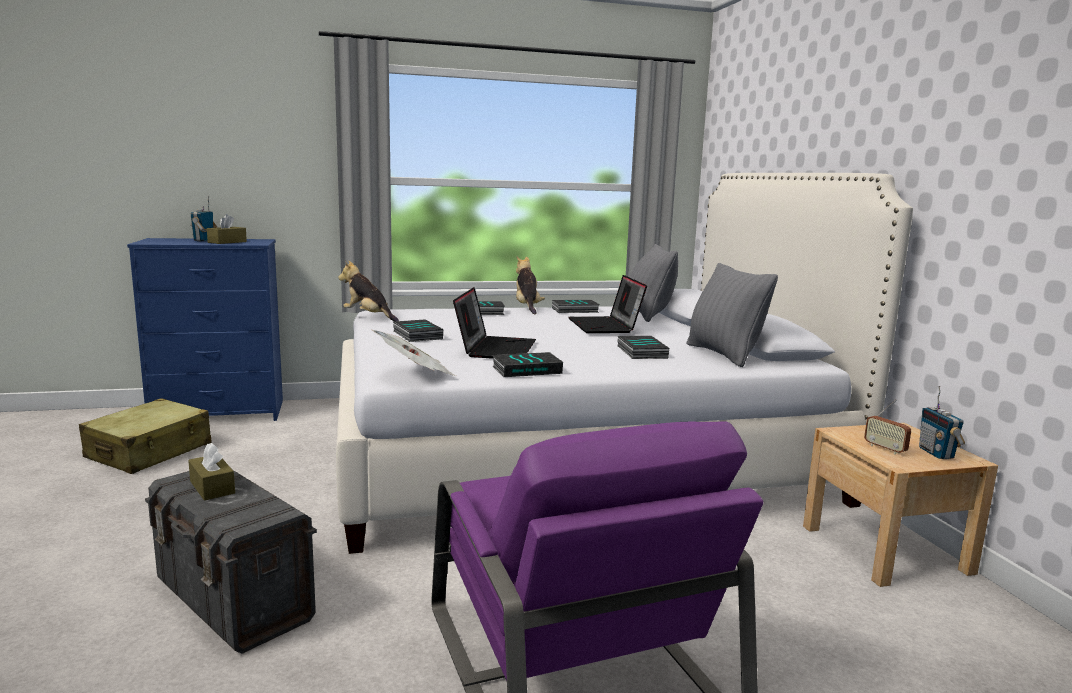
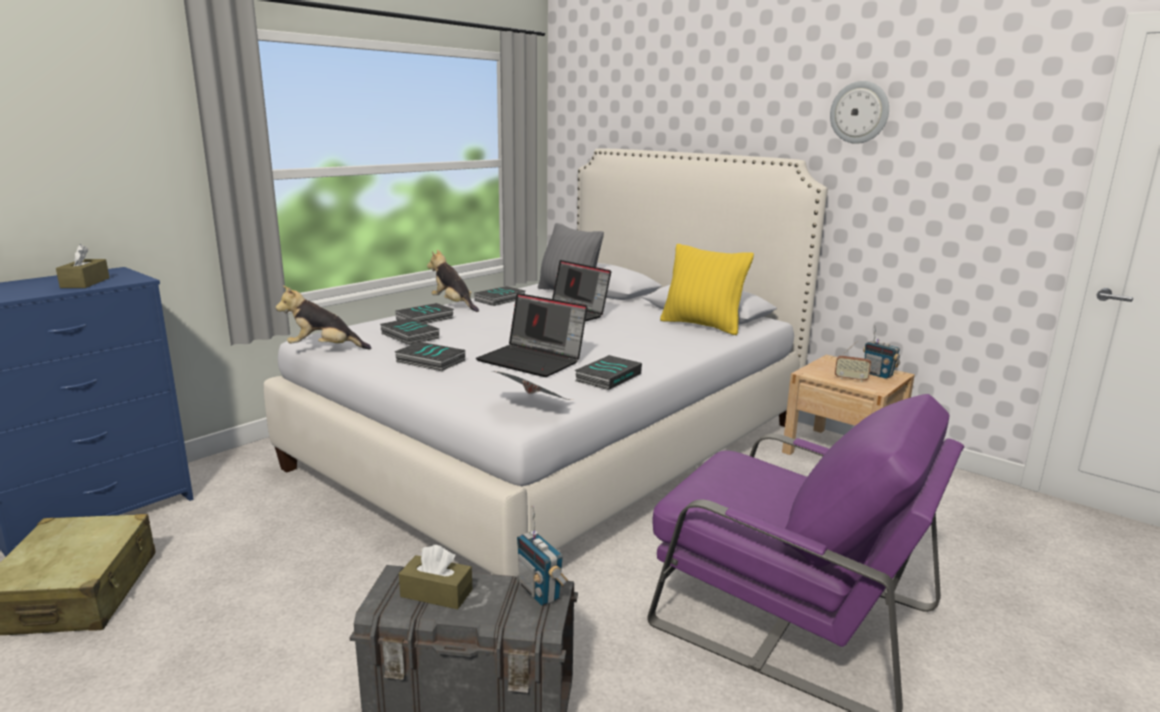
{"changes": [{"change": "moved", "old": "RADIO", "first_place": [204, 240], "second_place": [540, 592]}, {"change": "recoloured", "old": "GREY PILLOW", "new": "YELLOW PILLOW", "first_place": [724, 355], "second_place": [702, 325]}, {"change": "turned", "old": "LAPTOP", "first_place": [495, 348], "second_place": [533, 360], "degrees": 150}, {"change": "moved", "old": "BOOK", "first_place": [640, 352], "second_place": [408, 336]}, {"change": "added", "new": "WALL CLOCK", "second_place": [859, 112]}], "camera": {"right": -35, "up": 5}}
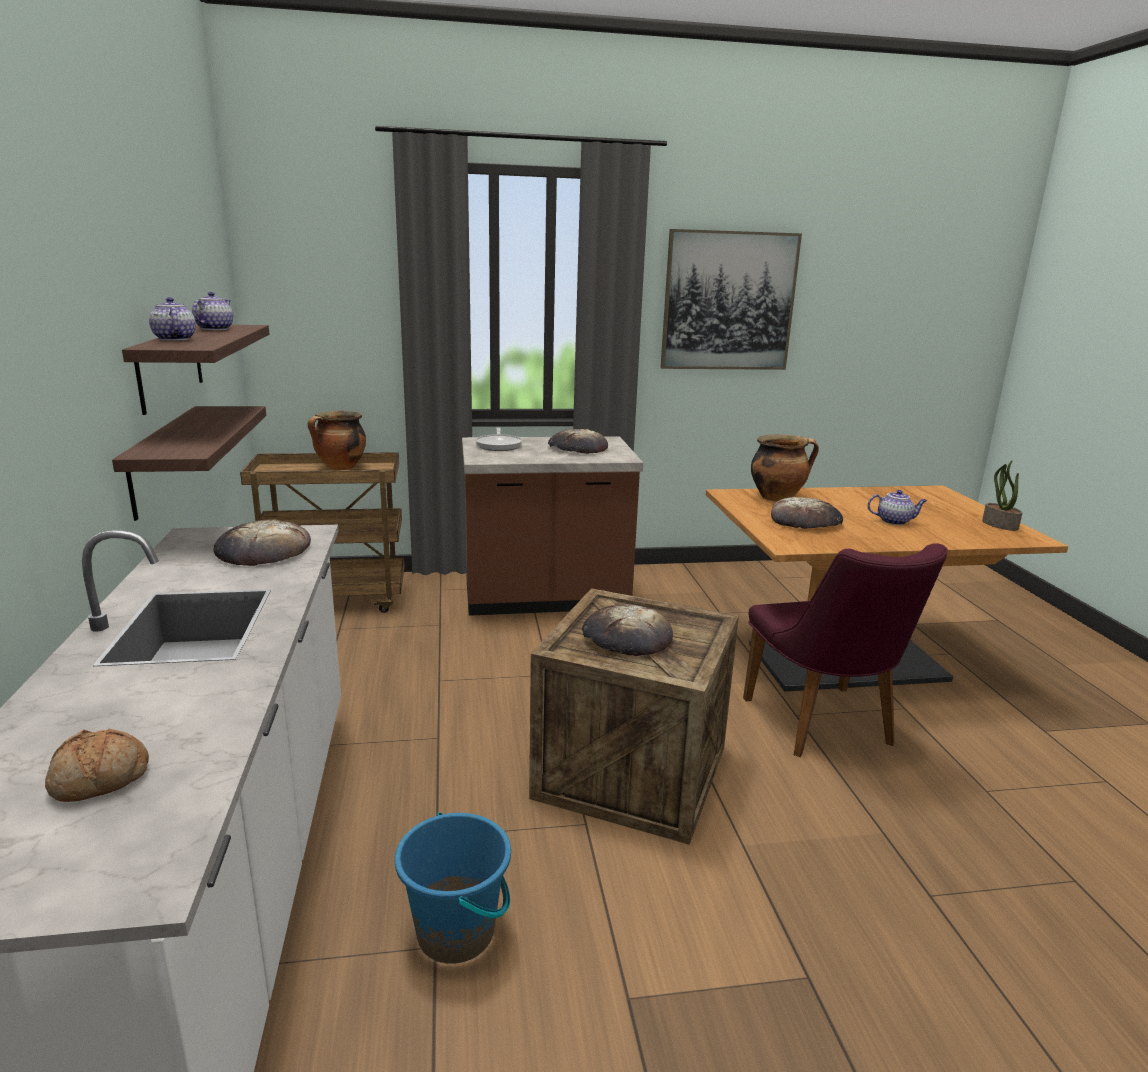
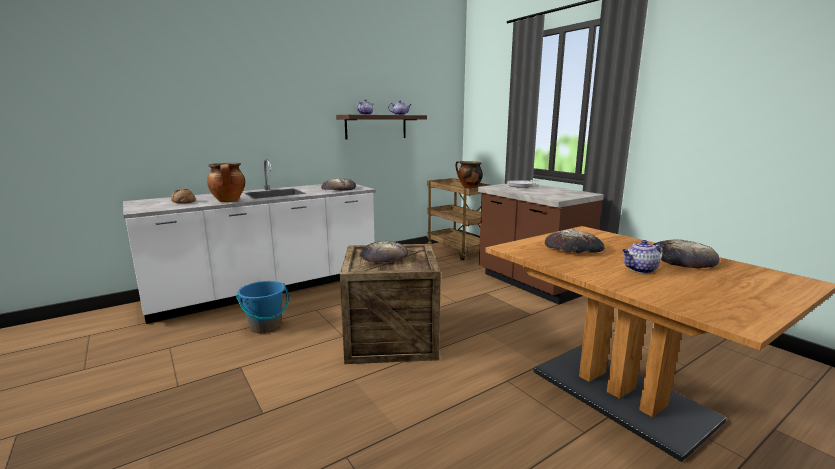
{"changes": [{"change": "removed", "old": "PICTURE", "first_place": [728, 301]}, {"change": "removed", "old": "SHELF", "first_place": [163, 460]}, {"change": "moved", "old": "BREAD", "first_place": [577, 448], "second_place": [681, 259]}, {"change": "moved", "old": "COOKING POT", "first_place": [778, 497], "second_place": [229, 201]}, {"change": "removed", "old": "POTTED PLANT", "first_place": [999, 525]}, {"change": "turned", "old": "TEAPOT", "first_place": [894, 521], "second_place": [640, 270], "degrees": 90}, {"change": "removed", "old": "PURPLE CHAIR", "first_place": [825, 728]}], "camera": {"right": 65, "up": -5}}
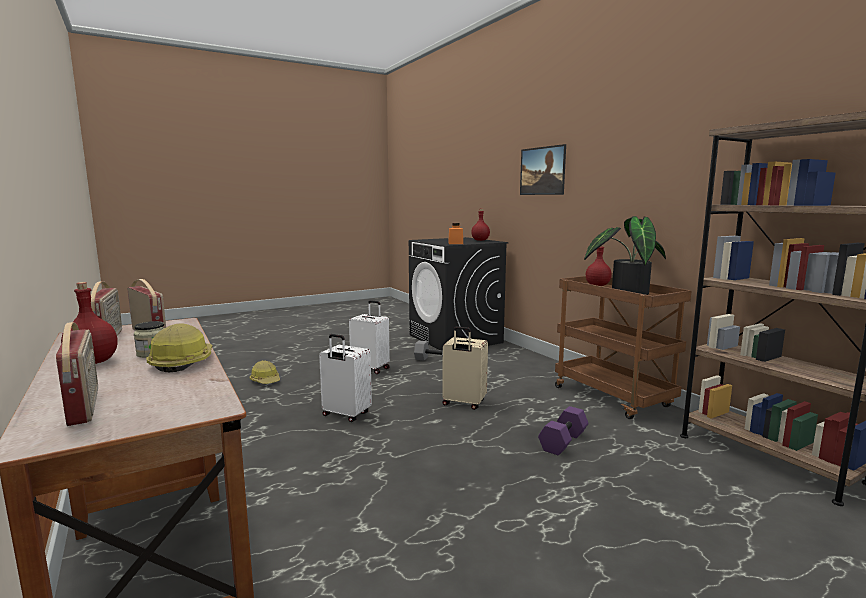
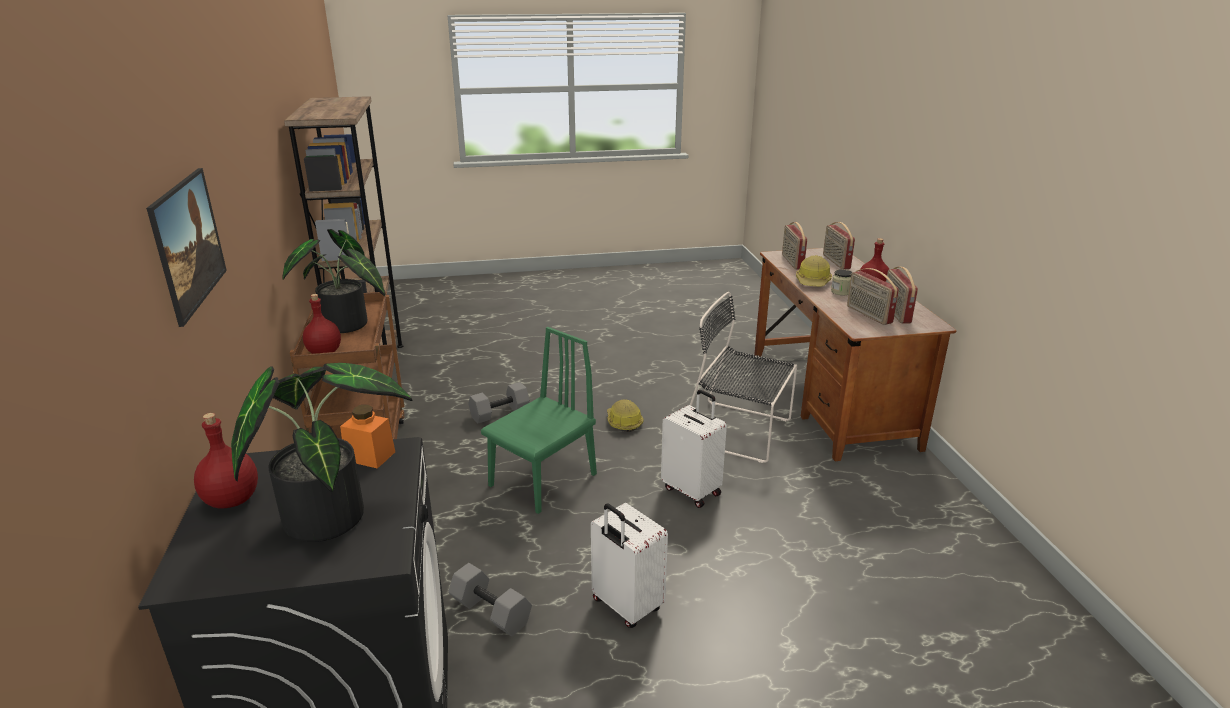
{"changes": [{"change": "replaced", "old": "BEIGE SUITCASE", "new": "GREEN CHAIR", "first_place": [463, 403], "second_place": [543, 480]}, {"change": "moved", "old": "HARD HAT", "first_place": [266, 380], "second_place": [623, 422]}, {"change": "recoloured", "old": "PURPLE DUMBBELL", "new": "GREY DUMBBELL", "first_place": [564, 442], "second_place": [500, 412]}, {"change": "added", "new": "RADIO", "second_place": [792, 262]}, {"change": "added", "new": "BLACK CHAIR", "second_place": [739, 432]}, {"change": "added", "new": "POTTED PLANT", "second_place": [328, 512]}], "camera": {"right": -160, "up": 15}}
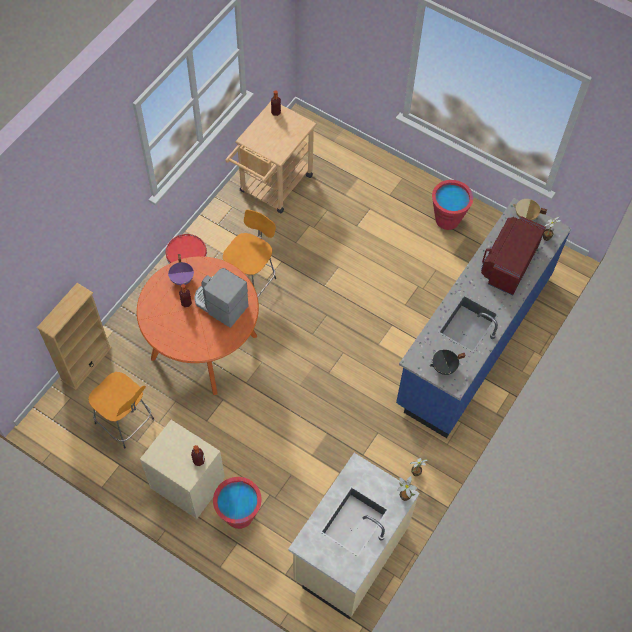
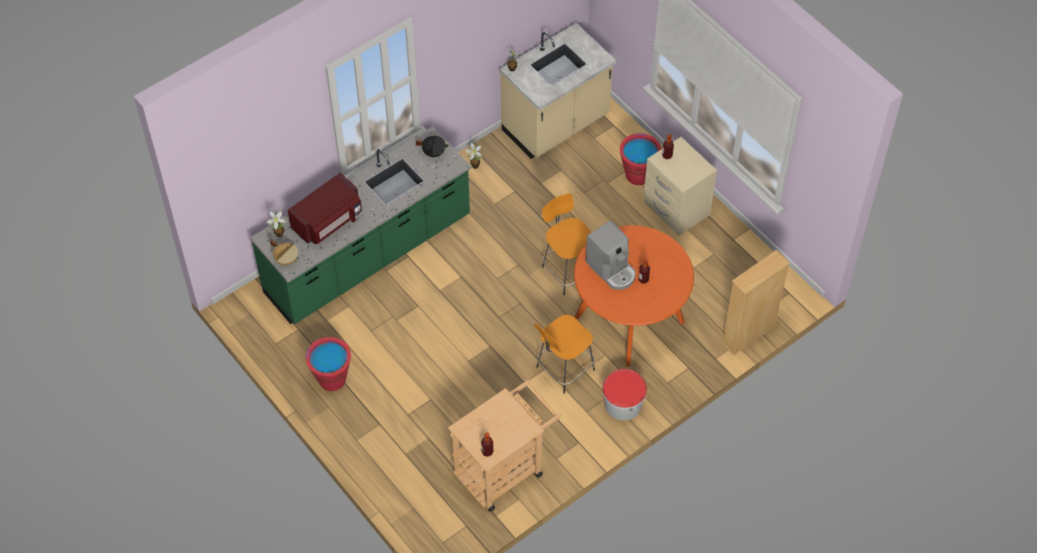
{"changes": [{"change": "recoloured", "old": "BLUE COUNTER", "new": "GREEN COUNTER", "first_place": [473, 339], "second_place": [368, 256]}, {"change": "removed", "old": "PURPLE COOKING POT", "first_place": [182, 279]}, {"change": "moved", "old": "ORANGE STOOL", "first_place": [126, 422], "second_place": [568, 270]}], "camera": {"right": -160, "up": -5}}
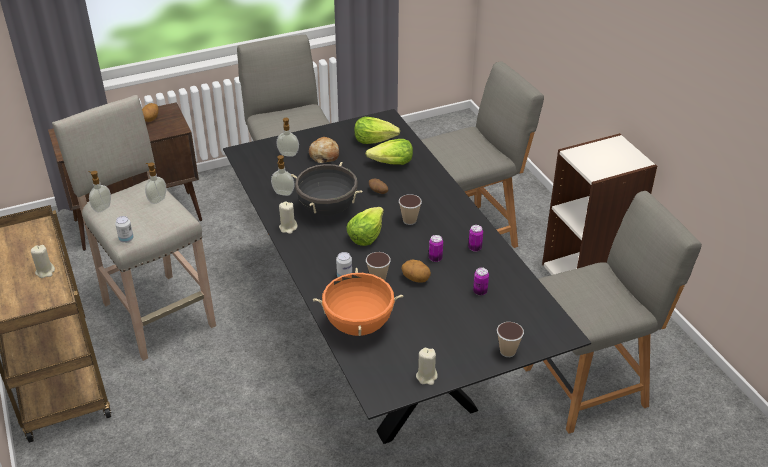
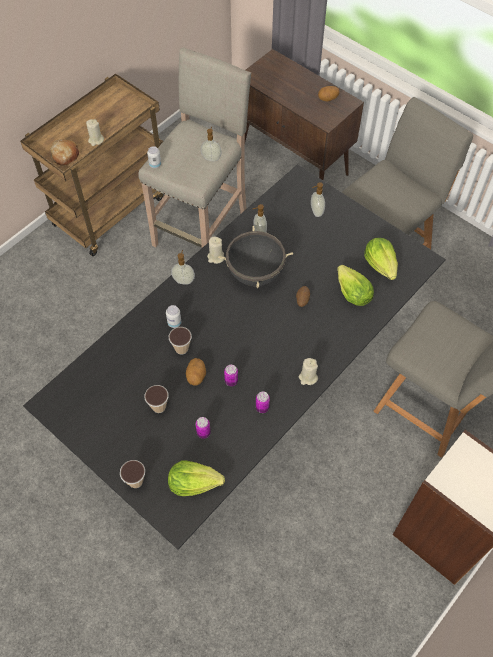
{"changes": [{"change": "moved", "old": "BREAD", "first_place": [324, 155], "second_place": [65, 155]}, {"change": "moved", "old": "SOAP DISPENSER", "first_place": [102, 208], "second_place": [184, 280]}, {"change": "removed", "old": "GREY CHAIR", "first_place": [589, 385]}, {"change": "moved", "old": "CUP", "first_place": [409, 220], "second_place": [159, 406]}, {"change": "moved", "old": "LETTUCE", "first_place": [366, 235], "second_place": [194, 482]}, {"change": "removed", "old": "ORANGE COOKING POT", "first_place": [358, 325]}, {"change": "moved", "old": "BEIGE CANDLE", "first_place": [426, 376], "second_place": [308, 377]}], "camera": {"right": 65, "up": 20}}
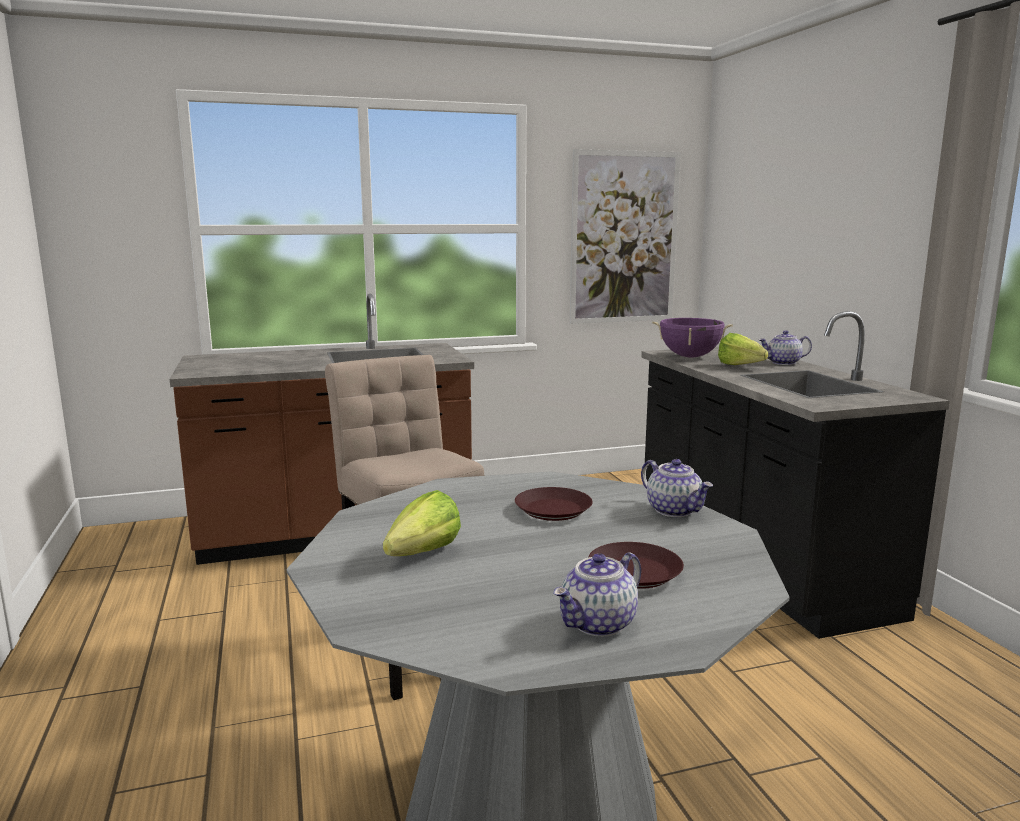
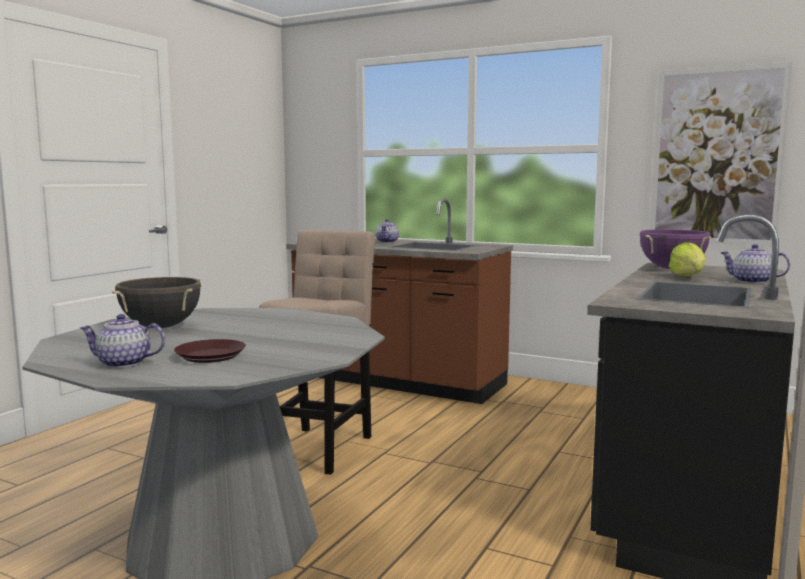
{"changes": [{"change": "moved", "old": "TEAPOT", "first_place": [674, 510], "second_place": [387, 242]}, {"change": "removed", "old": "BROWN PLATE", "first_place": [554, 510]}, {"change": "replaced", "old": "LETTUCE", "new": "BLACK COOKING POT", "first_place": [416, 557], "second_place": [161, 327]}], "camera": {"right": 45, "up": -5}}
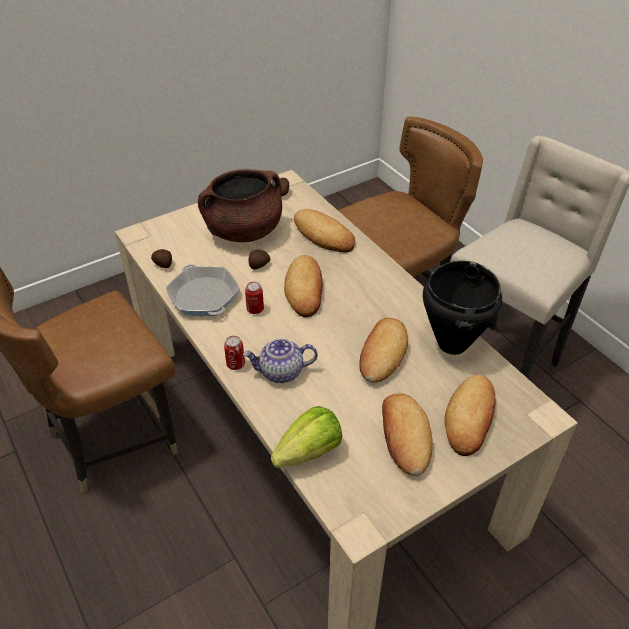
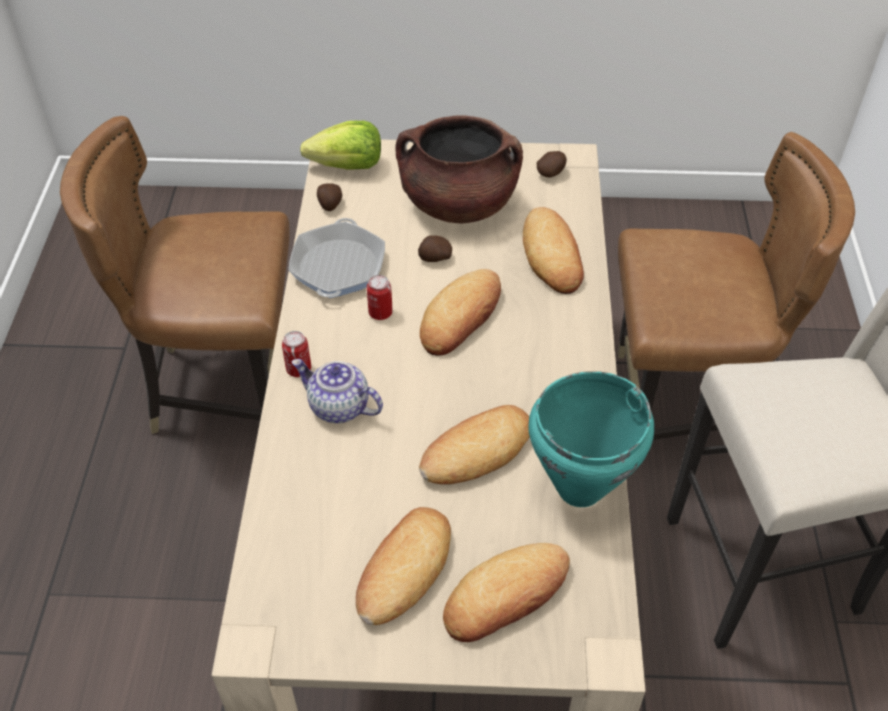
{"changes": [{"change": "recoloured", "old": "BLACK COOKING POT", "new": "TURQUOISE COOKING POT", "first_place": [451, 344], "second_place": [578, 488]}, {"change": "moved", "old": "LETTUCE", "first_place": [309, 452], "second_place": [347, 166]}], "camera": {"right": 35, "up": 5}}
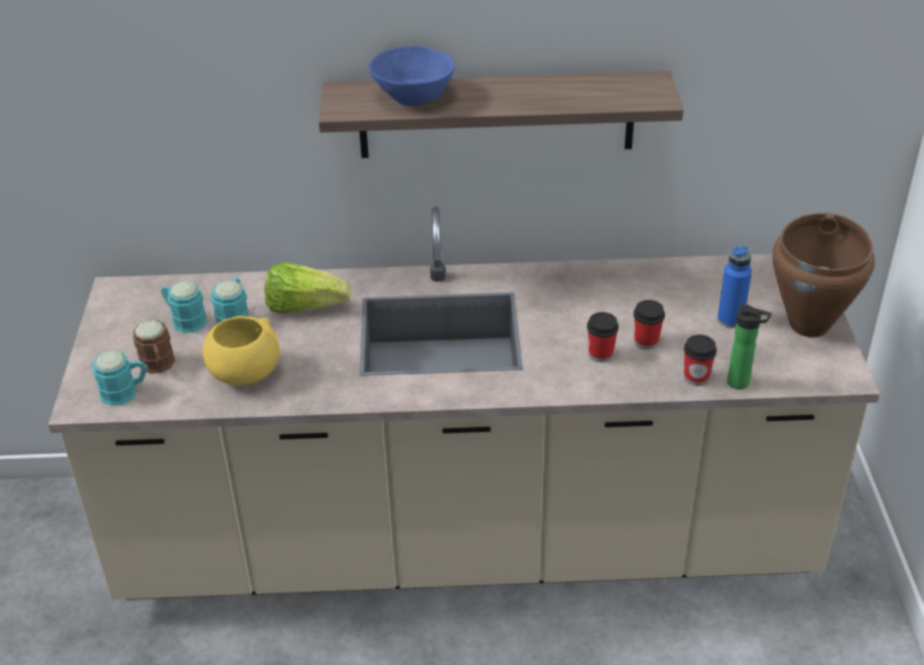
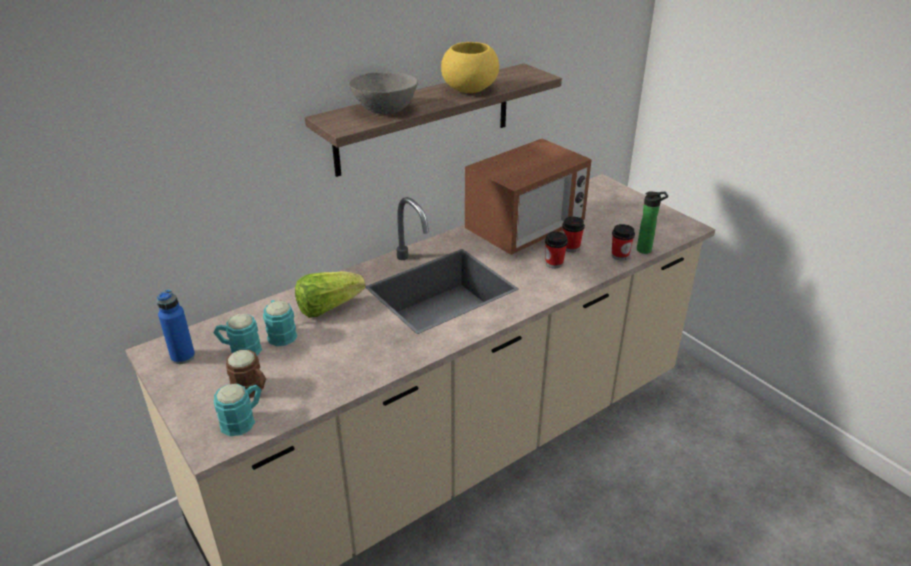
{"changes": [{"change": "recoloured", "old": "BLUE BOWL", "new": "GREY BOWL", "first_place": [414, 96], "second_place": [385, 109]}, {"change": "removed", "old": "BROWN COOKING POT", "first_place": [810, 325]}, {"change": "moved", "old": "BLUE BOTTLE", "first_place": [730, 320], "second_place": [183, 356]}, {"change": "moved", "old": "YELLOW BOWL", "first_place": [244, 374], "second_place": [469, 89]}, {"change": "added", "new": "MICROWAVE", "second_place": [525, 230]}], "camera": {"right": -35, "up": -5}}
